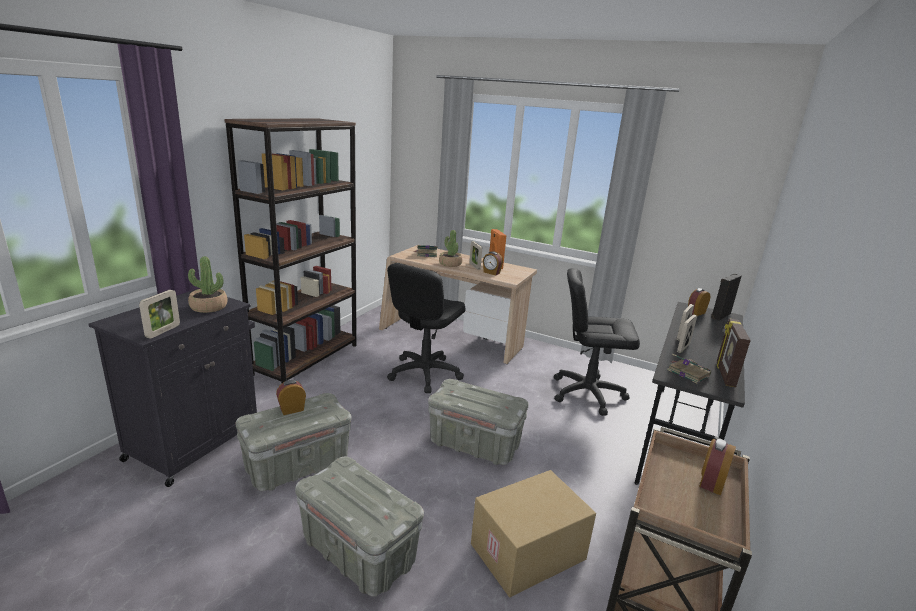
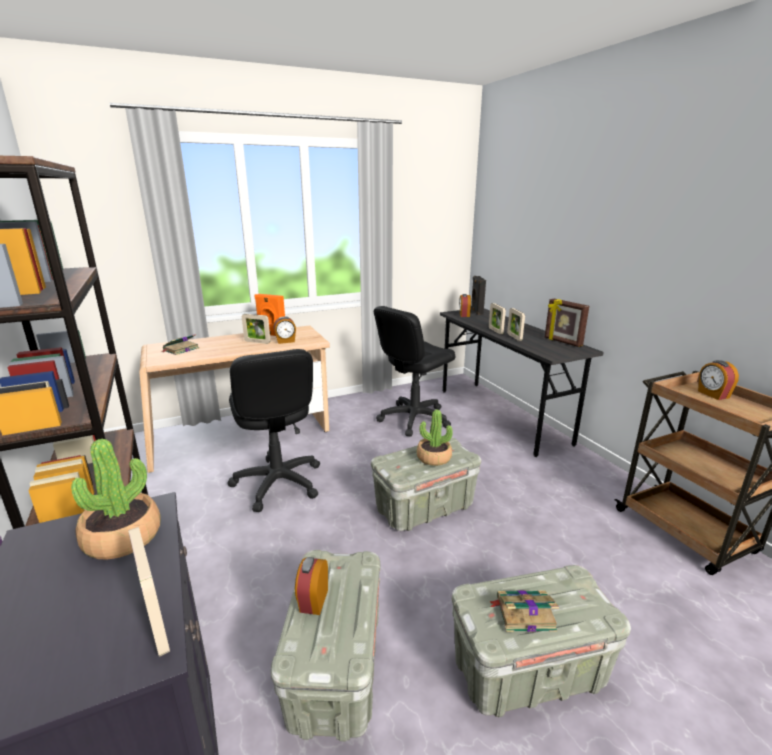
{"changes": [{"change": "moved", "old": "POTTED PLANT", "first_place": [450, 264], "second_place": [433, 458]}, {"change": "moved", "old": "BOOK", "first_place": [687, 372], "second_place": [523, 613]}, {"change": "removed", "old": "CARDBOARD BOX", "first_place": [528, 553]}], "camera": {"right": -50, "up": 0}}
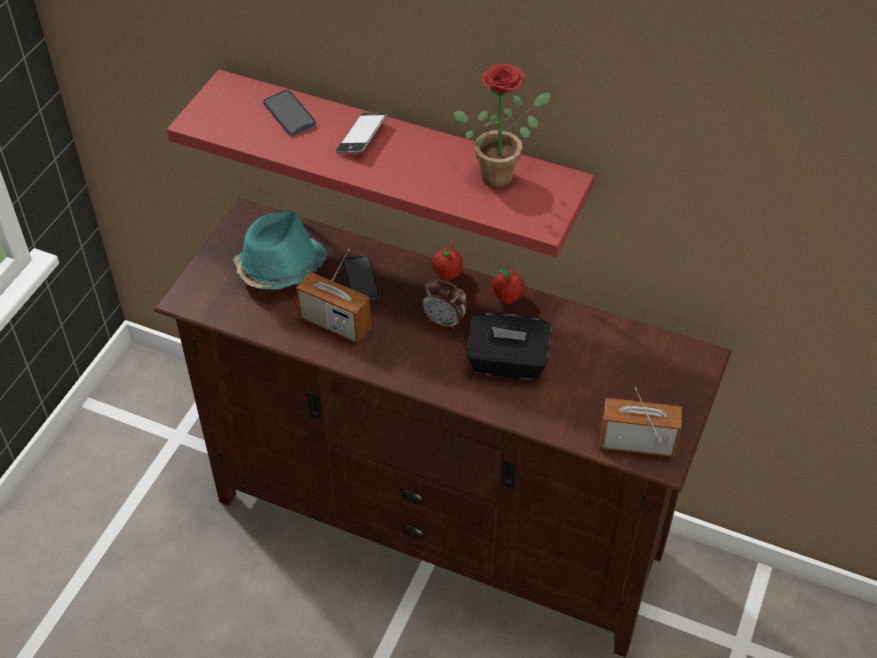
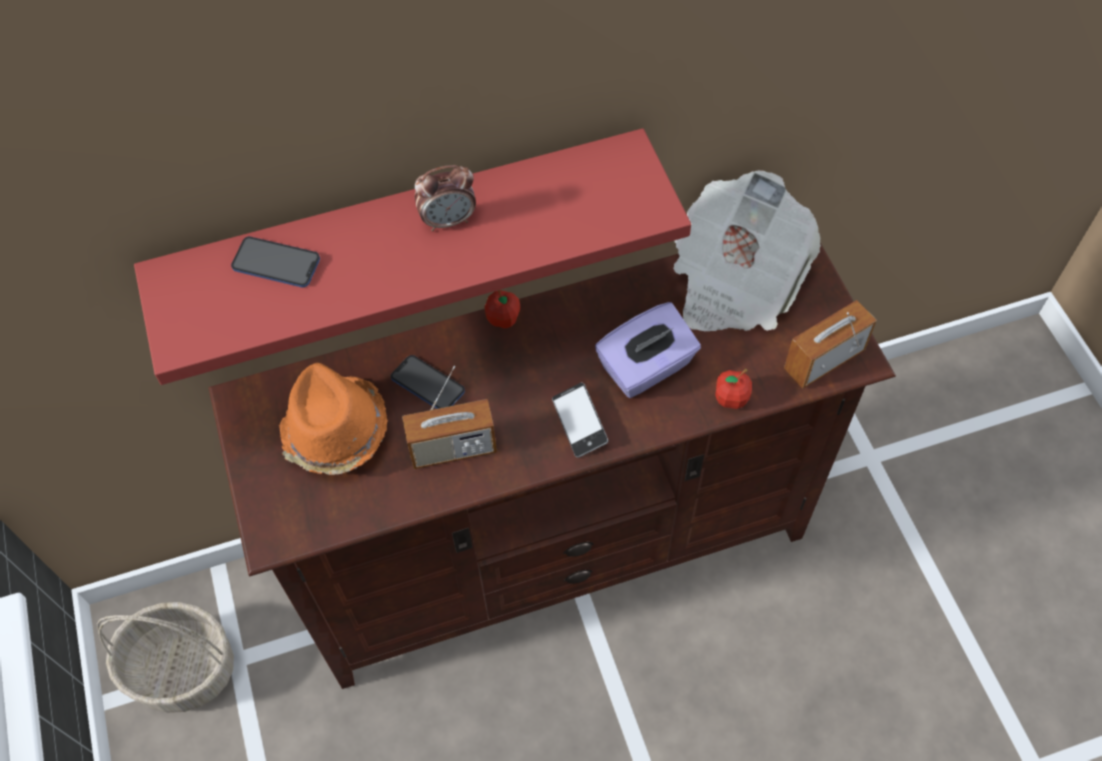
{"changes": [{"change": "removed", "old": "POTTED PLANT", "first_place": [502, 173]}, {"change": "moved", "old": "PHONE", "first_place": [362, 137], "second_place": [579, 423]}, {"change": "recoloured", "old": "TURQUOISE HAT", "new": "ORANGE HAT", "first_place": [280, 268], "second_place": [335, 431]}, {"change": "moved", "old": "APPLE", "first_place": [507, 297], "second_place": [731, 399]}, {"change": "moved", "old": "ALARM CLOCK", "first_place": [444, 321], "second_place": [448, 220]}, {"change": "recoloured", "old": "BLACK TISSUE BOX", "new": "PURPLE TISSUE BOX", "first_place": [507, 363], "second_place": [646, 368]}, {"change": "added", "new": "NEWSPAPER", "second_place": [734, 280]}, {"change": "added", "new": "BASKET", "second_place": [182, 670]}], "camera": {"right": -40, "up": 10}}
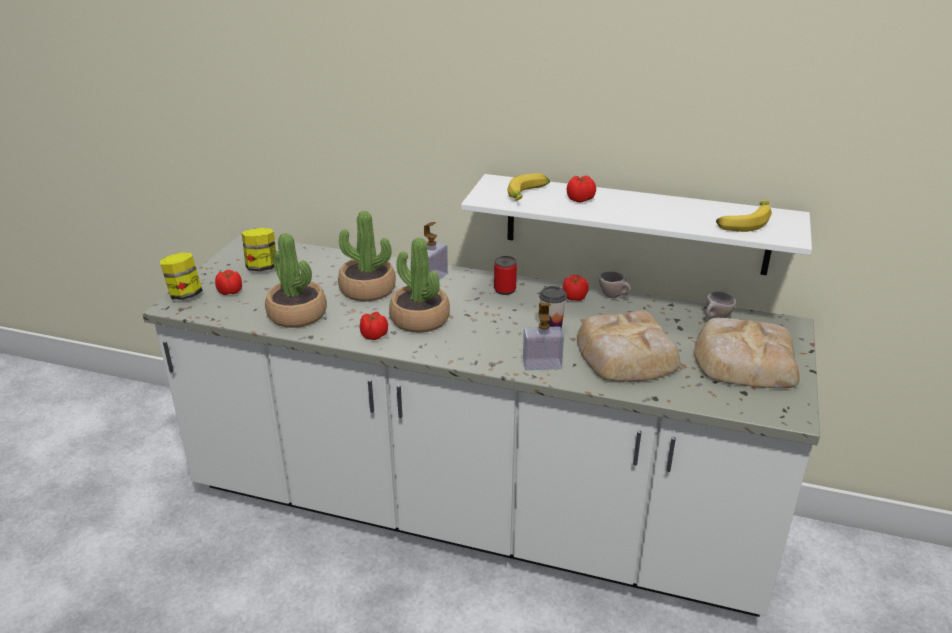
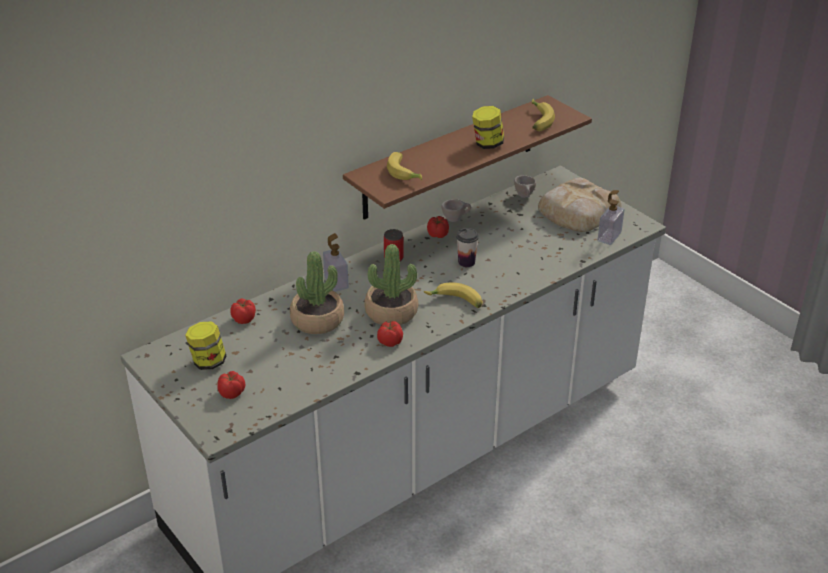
{"changes": [{"change": "recoloured", "old": "WHITE SHELF", "new": "BROWN SHELF", "first_place": [635, 224], "second_place": [450, 157]}, {"change": "moved", "old": "TOMATO", "first_place": [580, 199], "second_place": [244, 319]}, {"change": "removed", "old": "POTTED PLANT", "first_place": [297, 315]}, {"change": "moved", "old": "JAR", "first_place": [185, 295], "second_place": [487, 144]}, {"change": "moved", "old": "SOAP DISPENSER", "first_place": [542, 364], "second_place": [609, 237]}, {"change": "removed", "old": "BREAD", "first_place": [626, 355]}, {"change": "added", "new": "BANANA", "second_place": [455, 302]}], "camera": {"right": -55, "up": 5}}
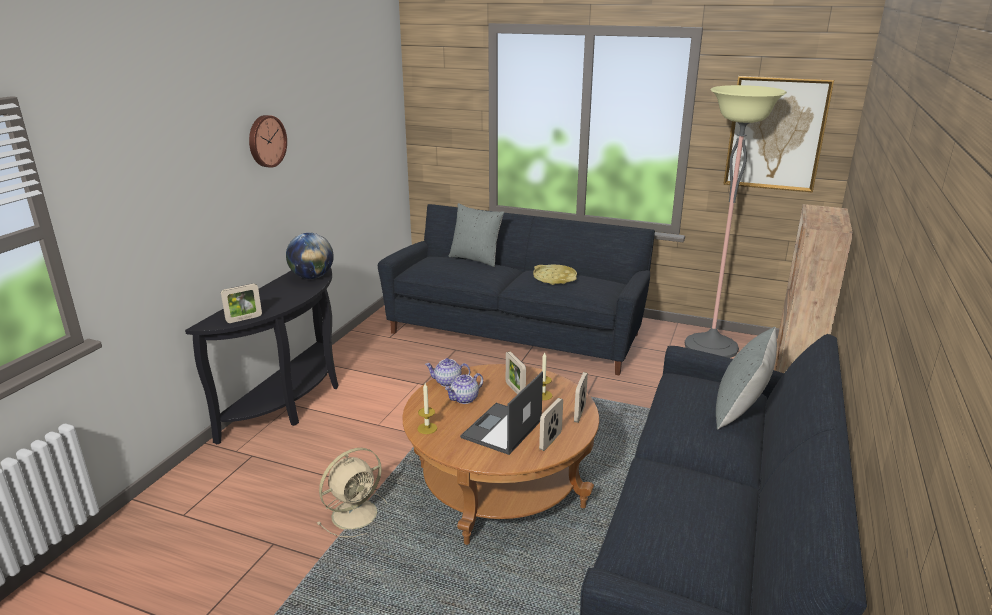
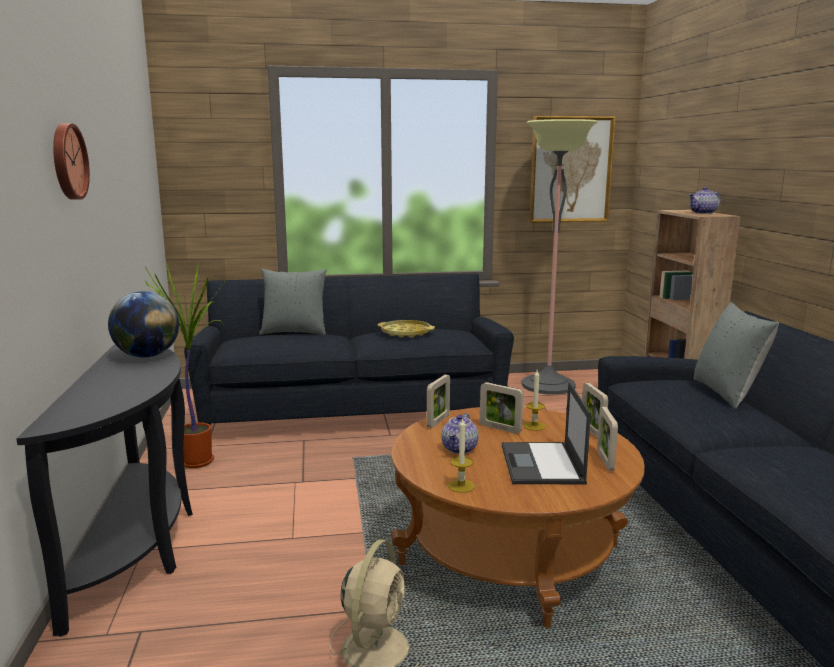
{"changes": [{"change": "moved", "old": "PICTURE FRAME", "first_place": [244, 319], "second_place": [438, 421]}, {"change": "moved", "old": "TEAPOT", "first_place": [447, 382], "second_place": [703, 213]}, {"change": "added", "new": "POTTED PLANT", "second_place": [196, 461]}], "camera": {"right": -30, "up": -10}}
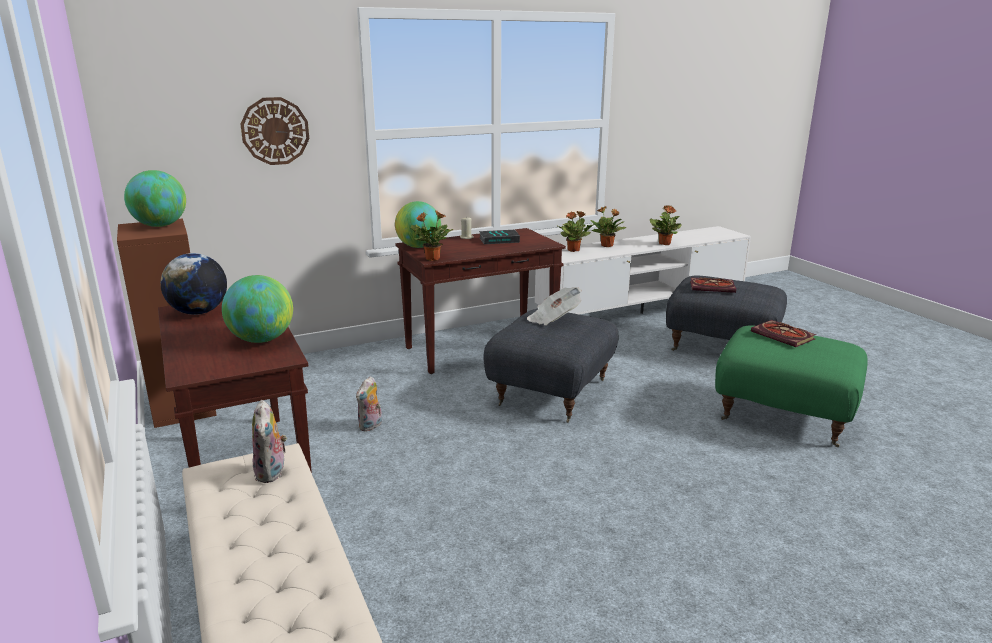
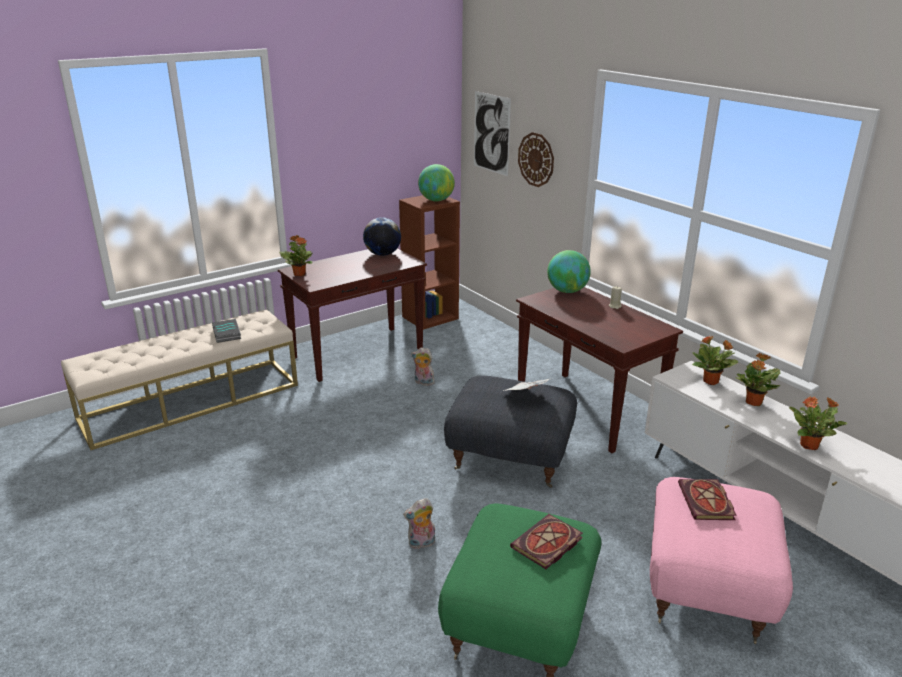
{"changes": [{"change": "moved", "old": "POTTED PLANT", "first_place": [432, 258], "second_place": [299, 274]}, {"change": "moved", "old": "BOOK", "first_place": [499, 240], "second_place": [227, 333]}, {"change": "removed", "old": "GLOBE", "first_place": [261, 340]}, {"change": "recoloured", "old": "GREY OTTOMAN", "new": "PINK OTTOMAN", "first_place": [722, 346], "second_place": [709, 588]}, {"change": "moved", "old": "PLUSH TOY", "first_place": [272, 473], "second_place": [421, 544]}, {"change": "added", "new": "PICTURE", "second_place": [491, 133]}], "camera": {"right": 80, "up": 5}}
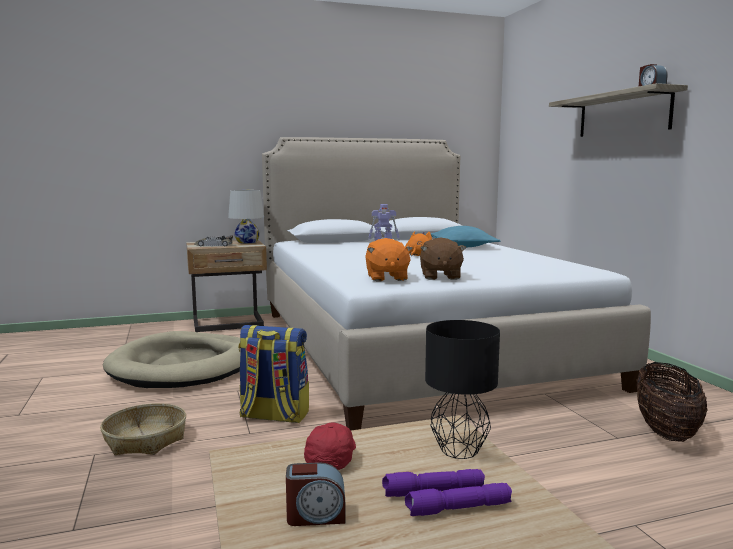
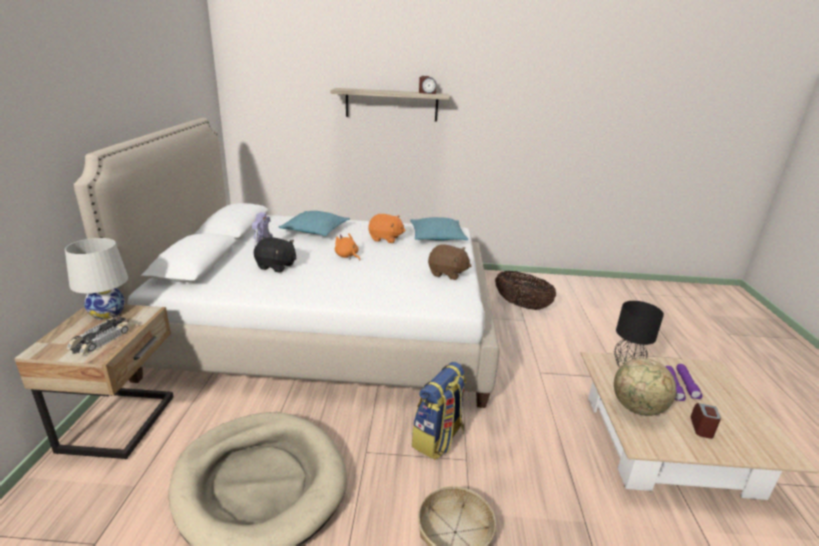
{"changes": [{"change": "moved", "old": "ORANGE PLUSH TOY", "first_place": [386, 278], "second_place": [385, 238]}, {"change": "replaced", "old": "RED CAP", "new": "GLOBE", "first_place": [331, 457], "second_place": [637, 409]}, {"change": "added", "new": "TURQUOISE PILLOW", "second_place": [437, 237]}, {"change": "added", "new": "BLACK PLUSH TOY", "second_place": [276, 266]}], "camera": {"right": -70, "up": 15}}
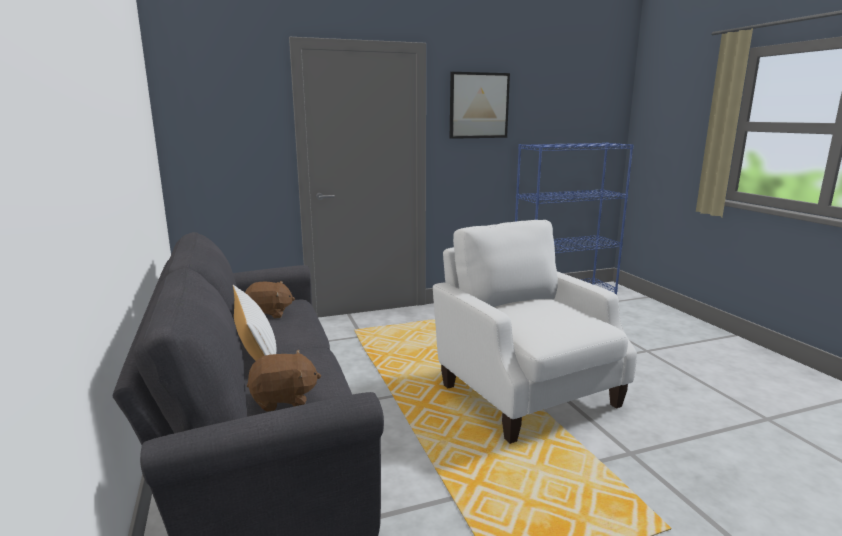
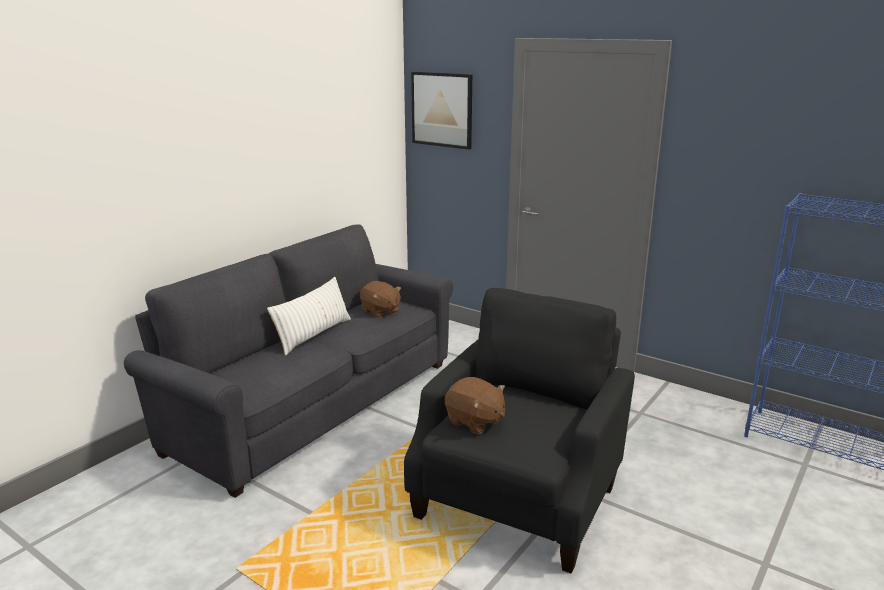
{"changes": [{"change": "moved", "old": "PICTURE", "first_place": [479, 105], "second_place": [442, 109]}, {"change": "recoloured", "old": "WHITE ARMCHAIR", "new": "BLACK ARMCHAIR", "first_place": [526, 393], "second_place": [519, 499]}, {"change": "moved", "old": "BROWN PLUSH TOY", "first_place": [284, 399], "second_place": [475, 421]}], "camera": {"right": 55, "up": 5}}
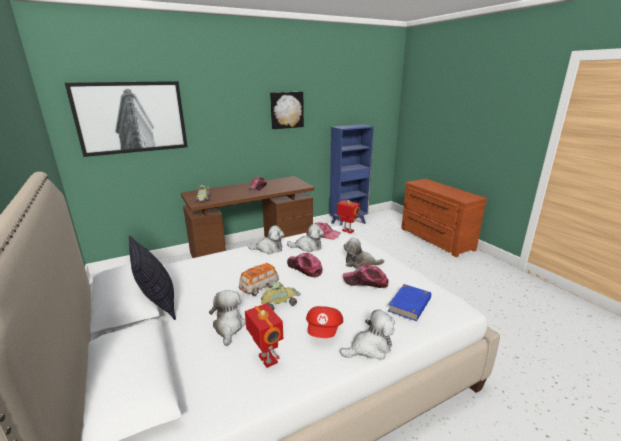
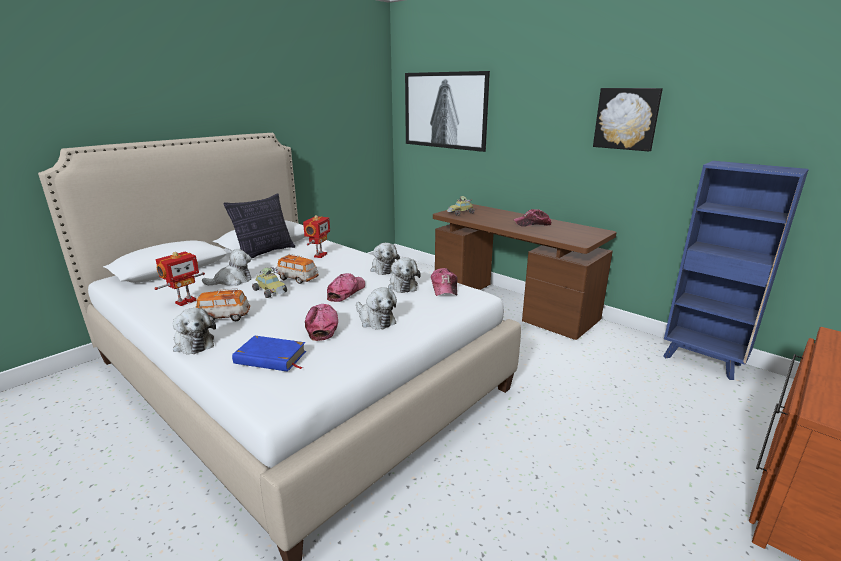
{"changes": [{"change": "moved", "old": "TOY ROBOT", "first_place": [347, 231], "second_place": [319, 255]}, {"change": "turned", "old": "PLUSH TOY", "first_place": [360, 263], "second_place": [375, 320], "degrees": 150}, {"change": "replaced", "old": "RED CAP", "new": "TOY CAR", "first_place": [324, 330], "second_place": [224, 317]}], "camera": {"right": 70, "up": 0}}
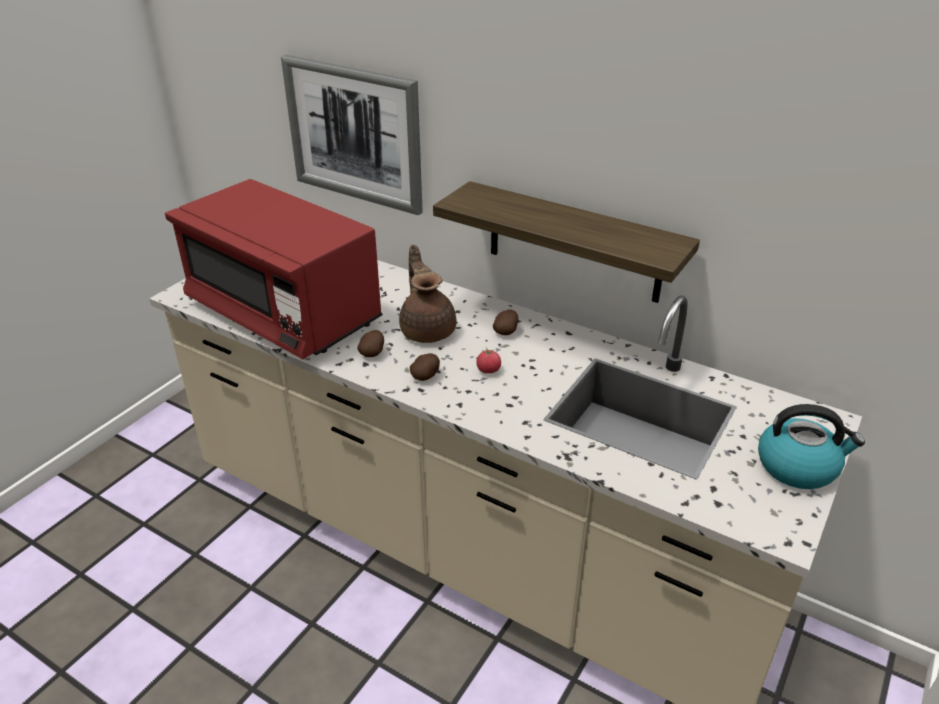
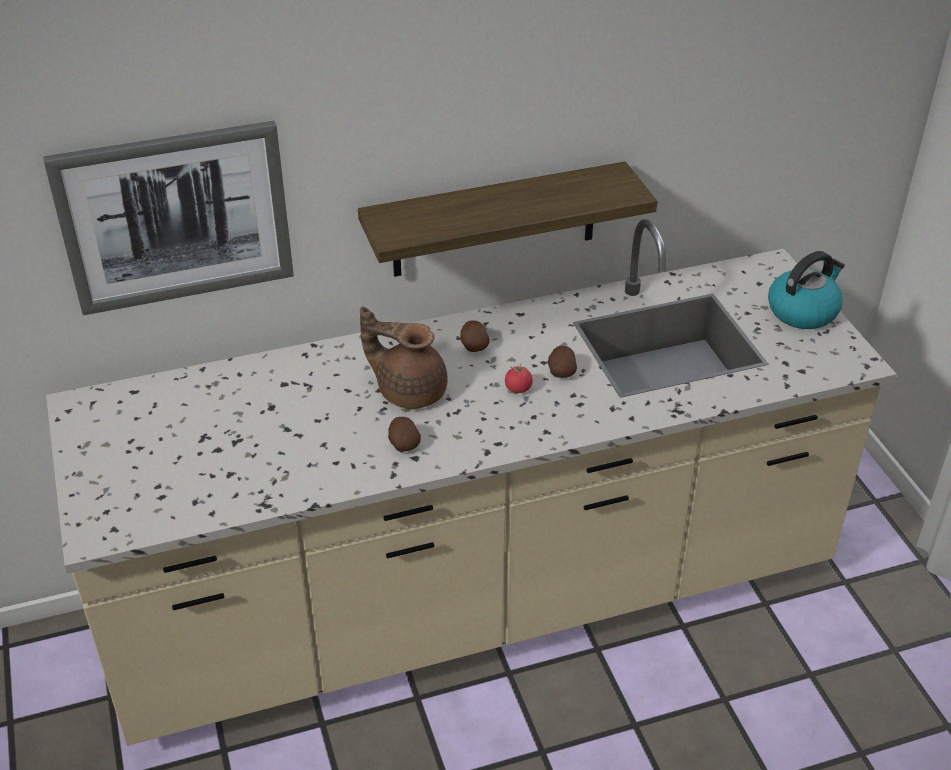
{"changes": [{"change": "removed", "old": "RED MICROWAVE", "first_place": [284, 313]}, {"change": "moved", "old": "POTATO", "first_place": [426, 376], "second_place": [561, 371]}], "camera": {"right": -50, "up": 5}}
